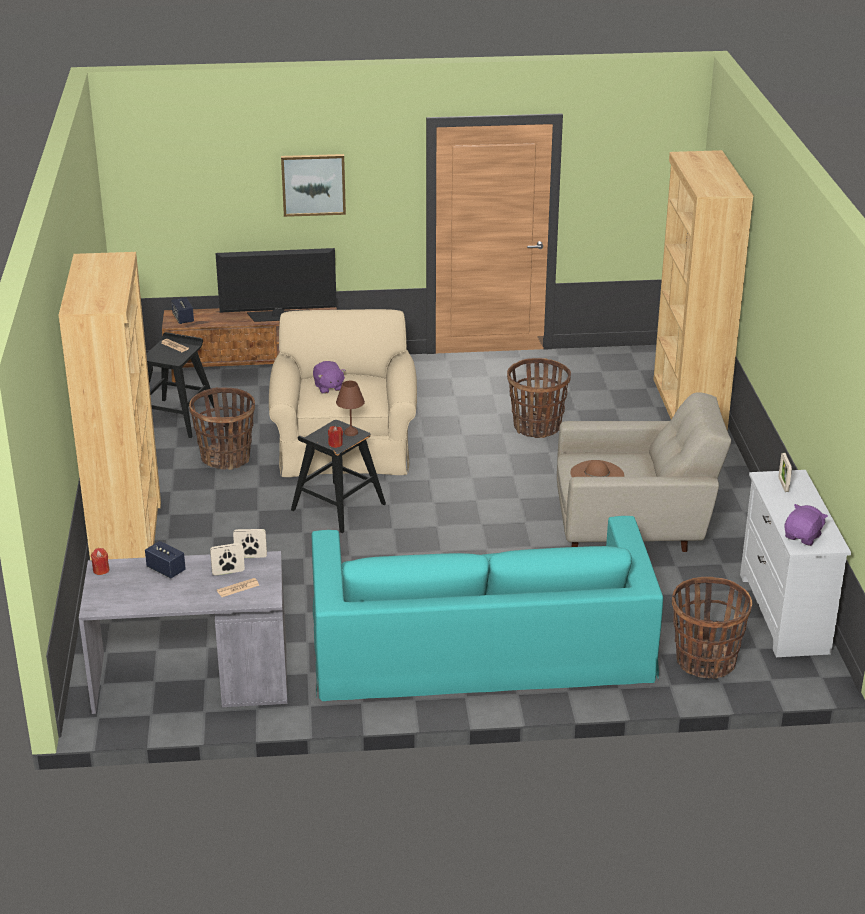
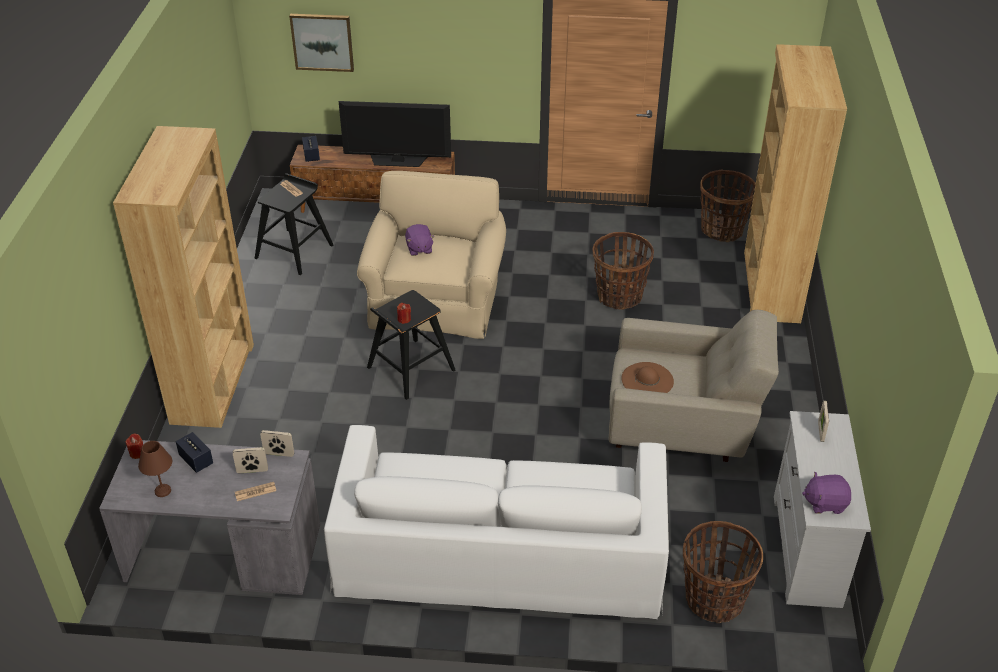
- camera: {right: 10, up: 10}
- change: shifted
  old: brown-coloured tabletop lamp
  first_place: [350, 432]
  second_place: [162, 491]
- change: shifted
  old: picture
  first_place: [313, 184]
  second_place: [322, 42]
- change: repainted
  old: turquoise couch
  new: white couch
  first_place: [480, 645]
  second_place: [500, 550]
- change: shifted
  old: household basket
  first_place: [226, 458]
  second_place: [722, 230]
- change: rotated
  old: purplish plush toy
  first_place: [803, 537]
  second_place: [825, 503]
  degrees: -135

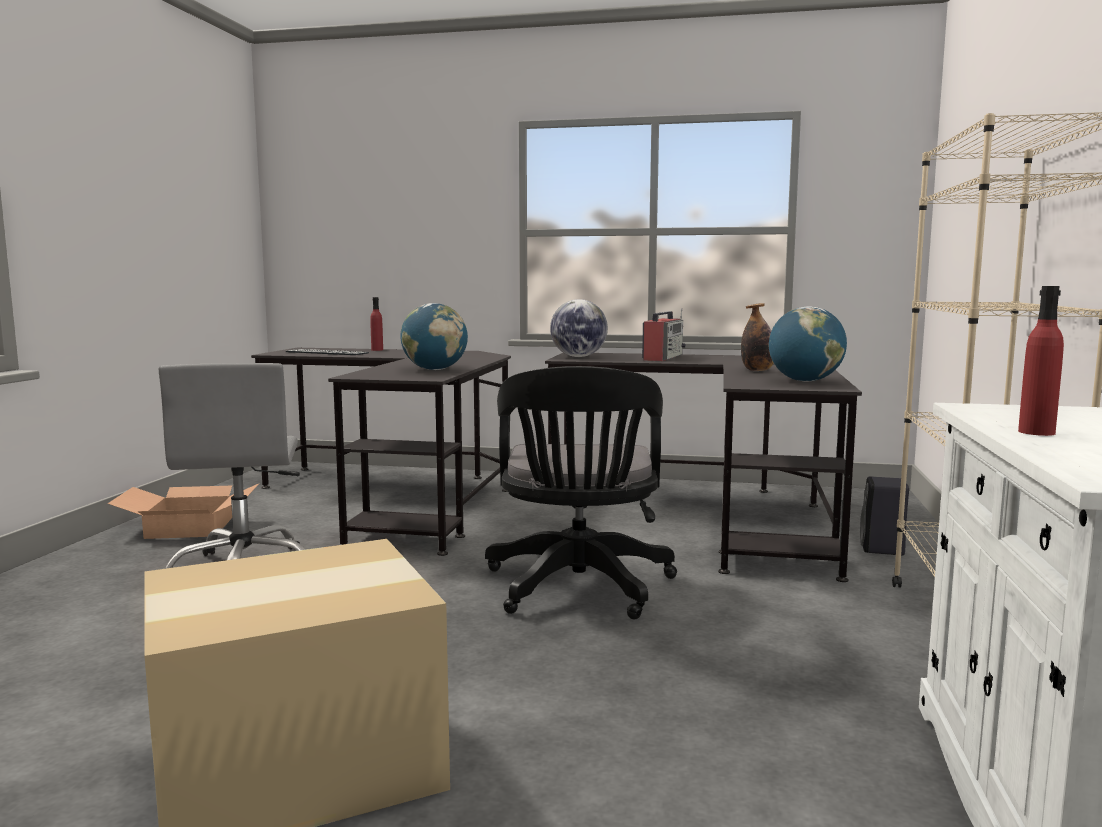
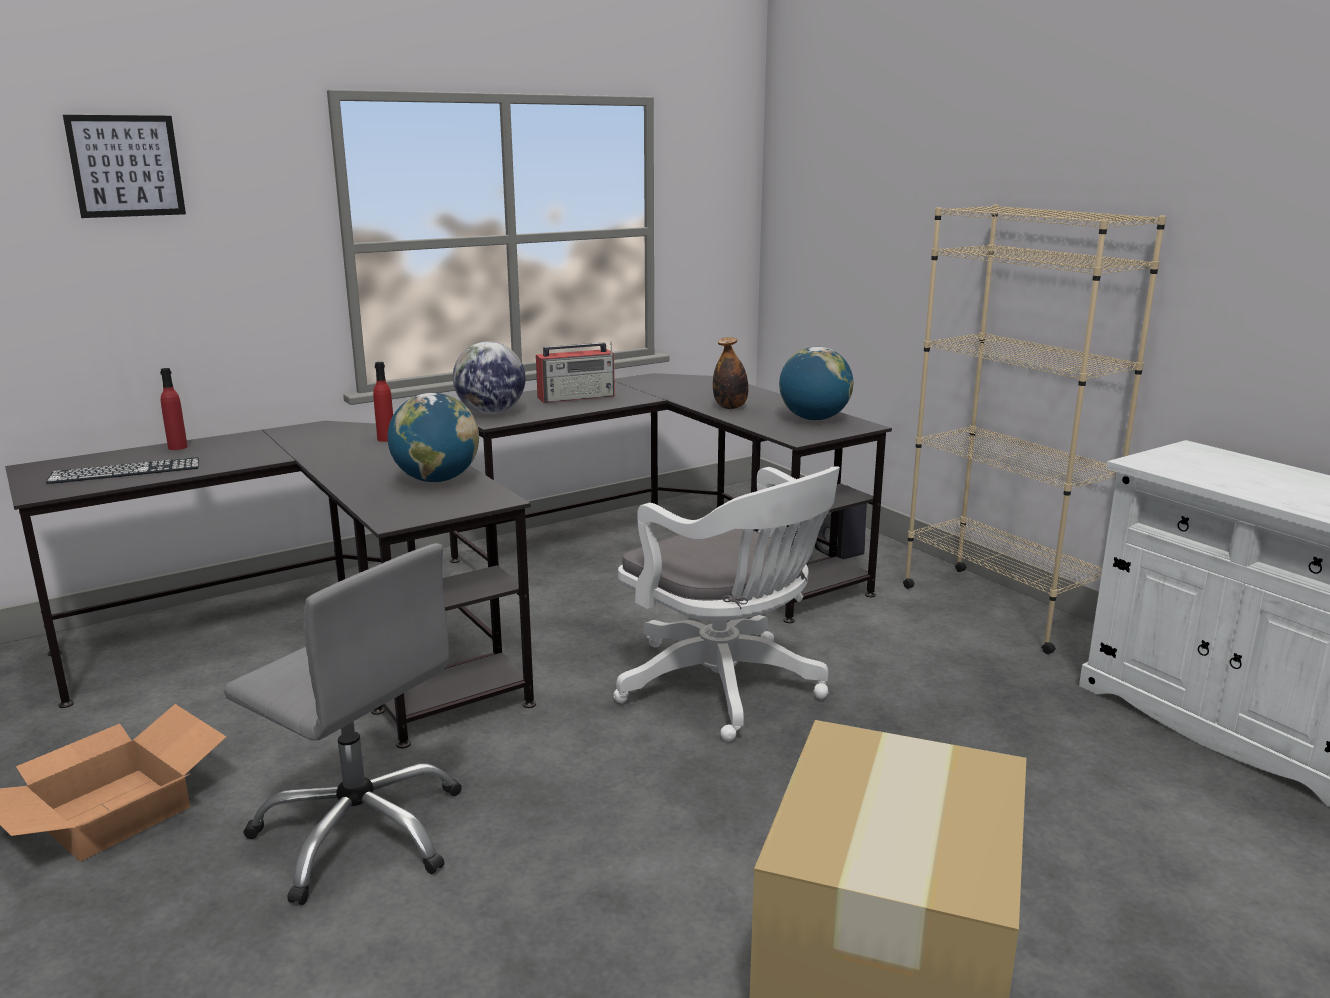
- camera: {right: -45, up: 10}
- change: new
  new: picture
  second_place: [126, 166]
- change: shifted
  old: red-coloured bottle
  first_place: [1036, 432]
  second_place: [386, 439]
- change: rotated
  old: radio set
  first_place: [663, 357]
  second_place: [577, 397]
  degrees: 90
- change: repainted
  old: black-coloured desk chair
  new: white desk chair
  first_place: [578, 589]
  second_place: [727, 688]

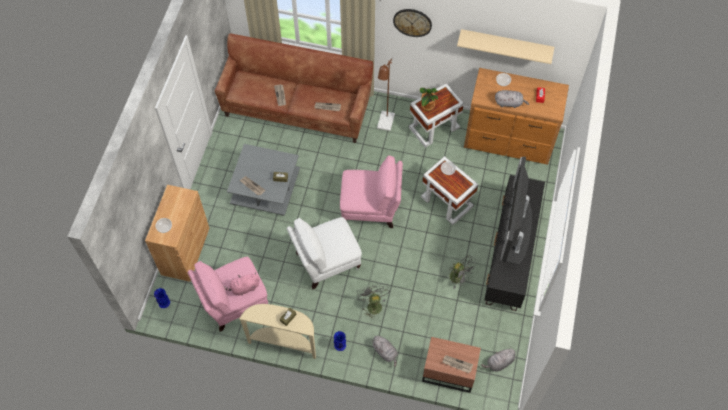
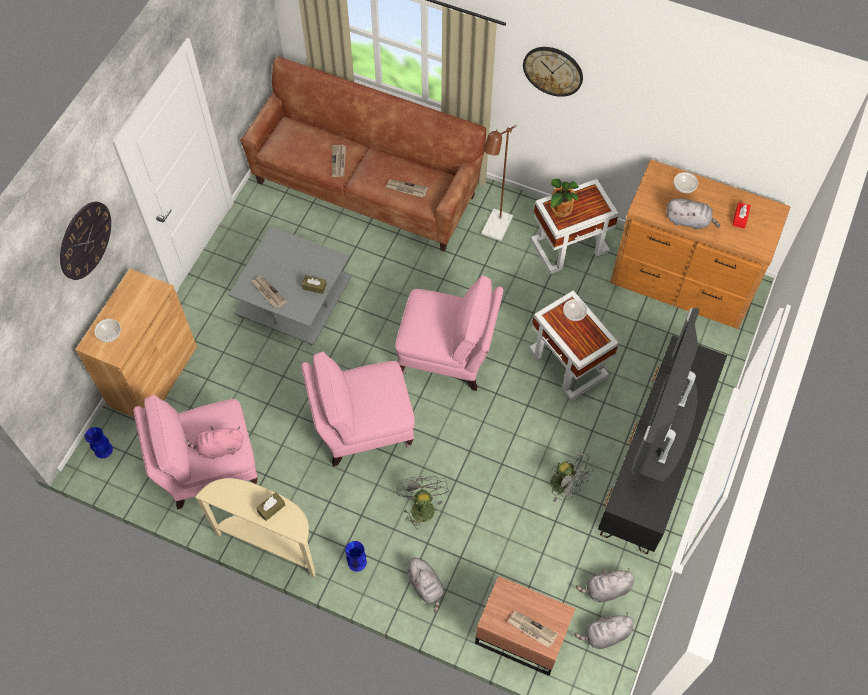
- camera: {right: 10, up: 0}
- change: new
  new: hanging clock
  second_place: [85, 240]
- change: repainted
  old: white easy chair
  new: pink easy chair
  first_place: [326, 261]
  second_place: [362, 426]
- change: new
  new: gray plush toy
  second_place: [606, 589]
- change: gone
  old: beige-coloured shelf
  first_place: [506, 43]

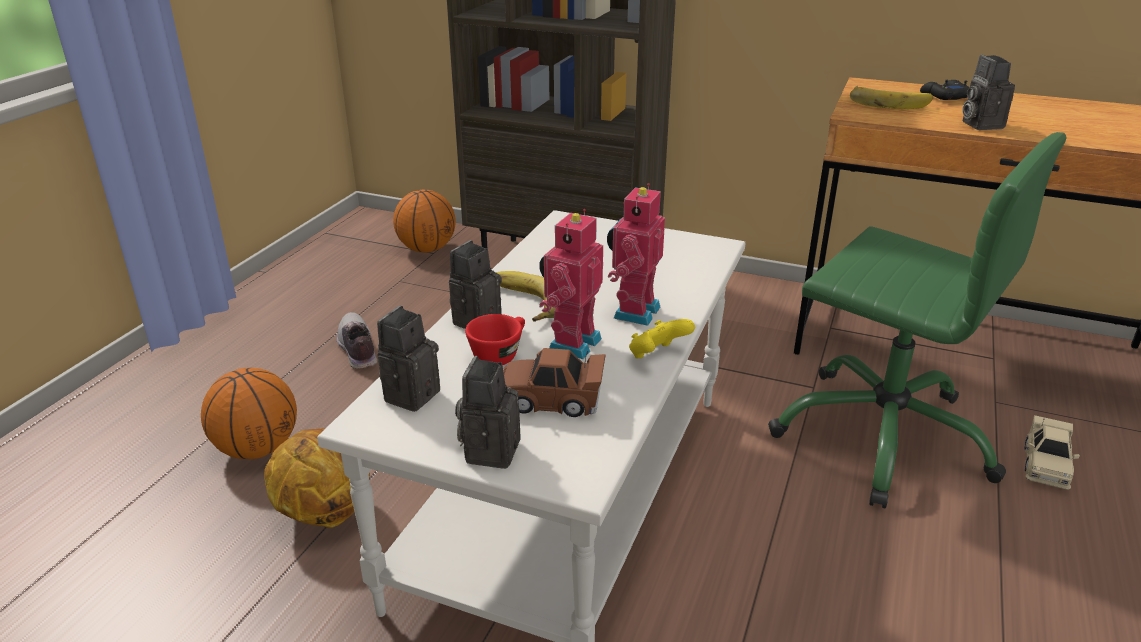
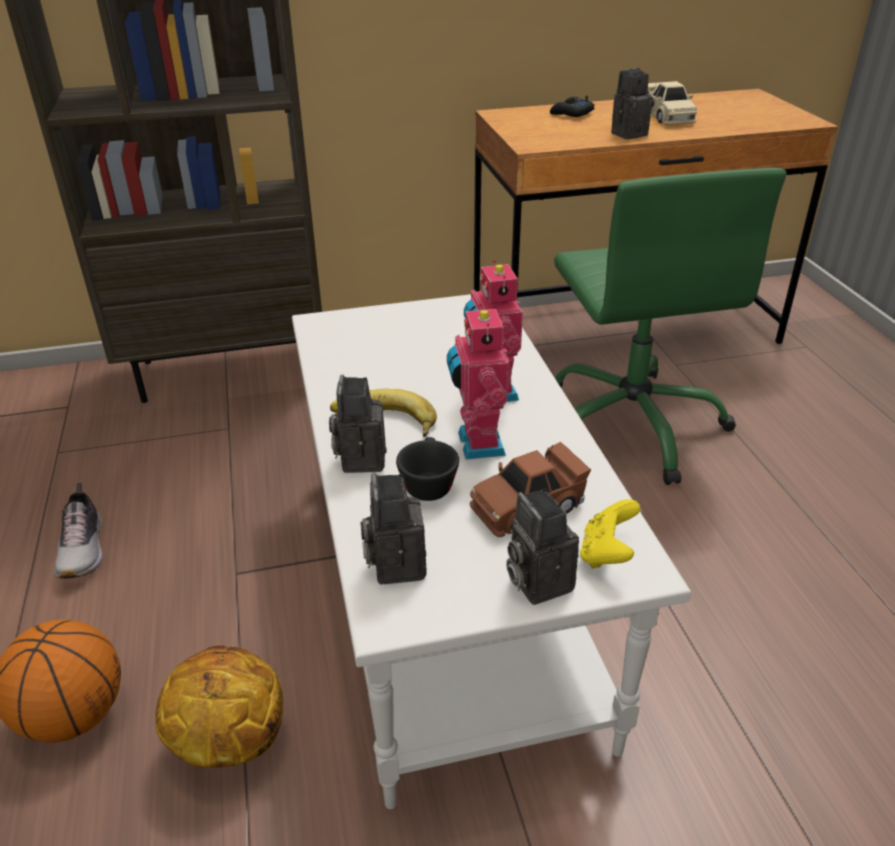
- camera: {right: -35, up: 5}
- change: rotated
  old: low shoe
  first_place: [357, 349]
  second_place: [83, 549]
  degrees: -135
- change: repainted
  old: red-coloured cup
  new: black-coloured cup
  first_place: [500, 354]
  second_place: [427, 483]
- change: rotated
  old: green-coloured desk chair
  first_place: [883, 435]
  second_place: [631, 424]
  degrees: 75
- change: shifted
  old: yellow-coloured game controller
  first_place: [657, 356]
  second_place: [606, 554]
- change: rotated
  old: still camera
  first_place: [979, 124]
  second_place: [629, 133]
  degrees: 105
- change: shifted
  old: beige-coloured model car
  first_place: [1045, 465]
  second_place: [668, 117]
- change: gone
  old: basketball ball
  first_place: [427, 249]
- change: gone
  old: banana fruit
  first_place: [888, 102]

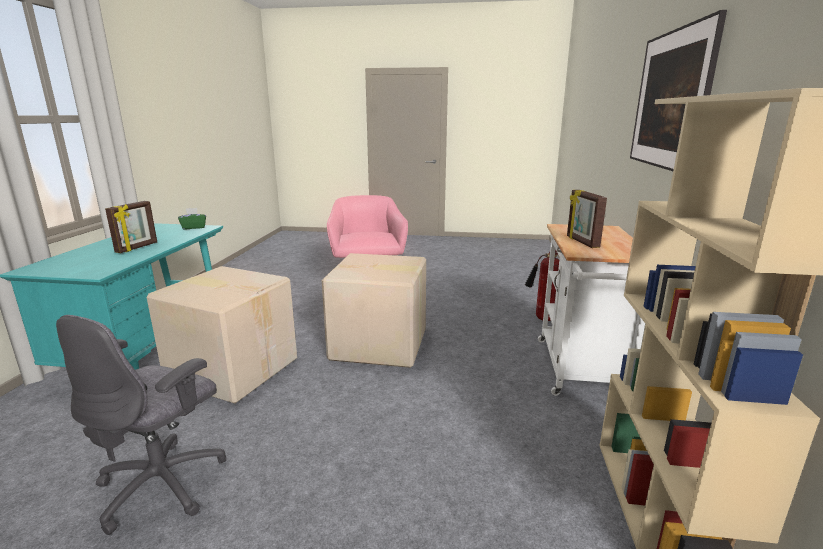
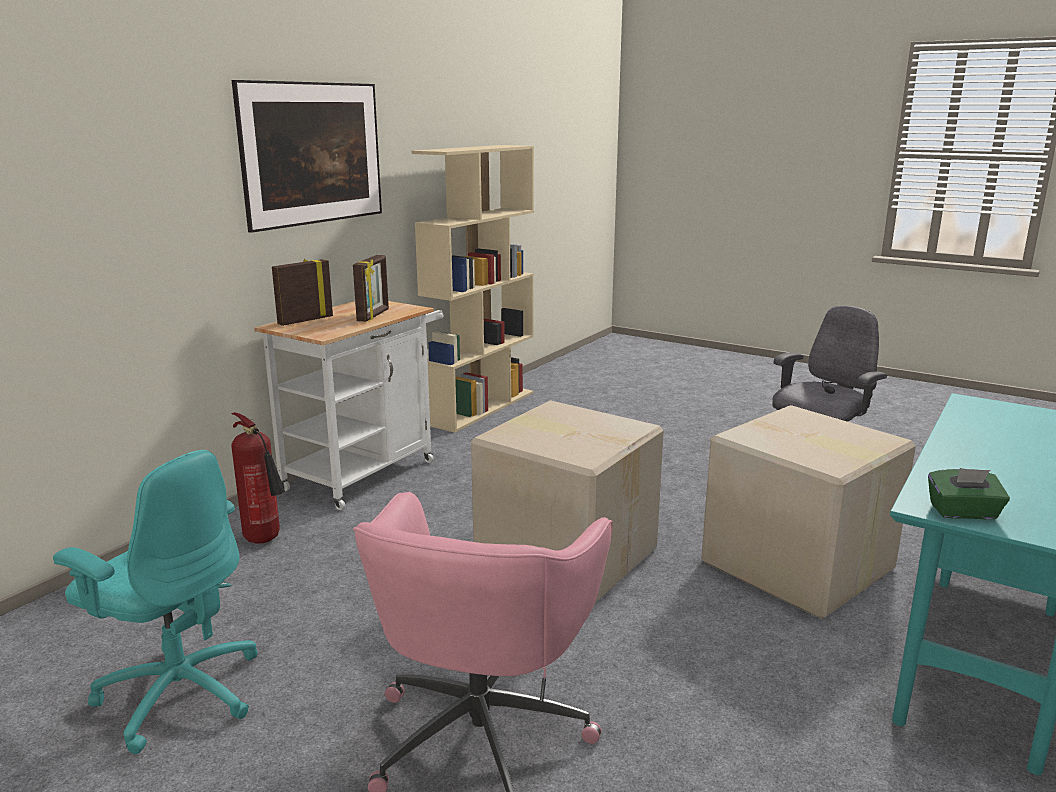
- camera: {right: -155, up: 0}
- change: new
  new: turquoise desk chair
  second_place: [179, 693]
- change: shifted
  old: photo frame
  first_place: [137, 248]
  second_place: [305, 320]

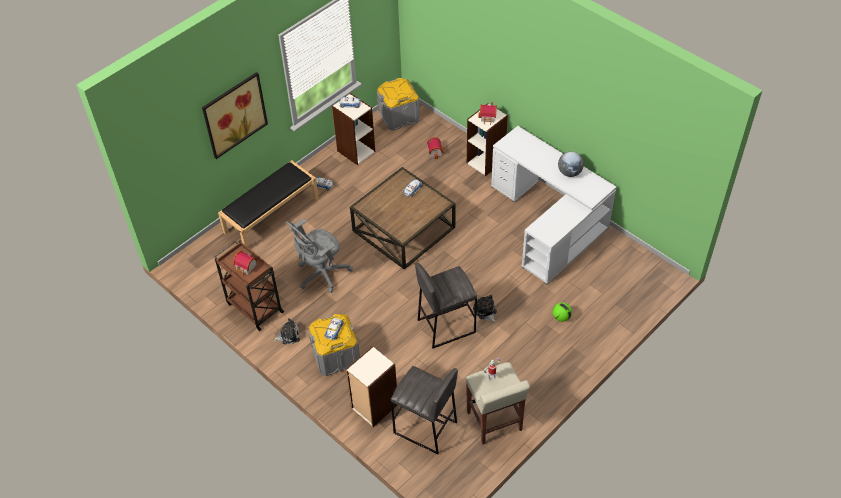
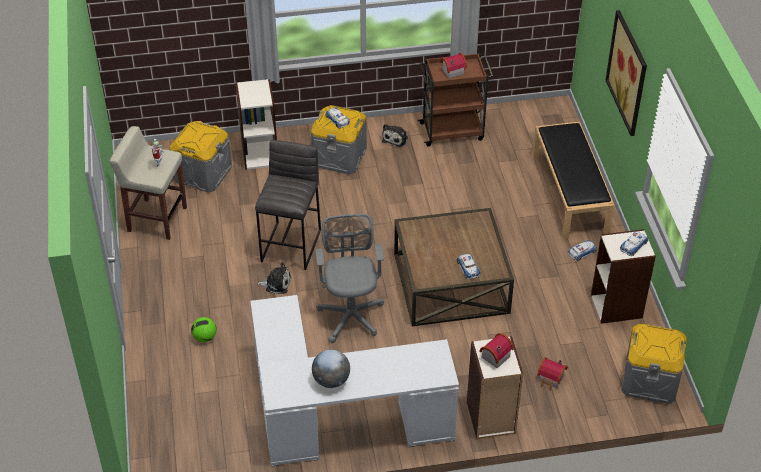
- camera: {right: 125, up: -5}
- change: swapped
  old: gray sitting stool
  new: gray storage bin
  first_place: [425, 428]
  second_place: [202, 174]
- change: shifted
  old: gray desk chair
  first_place: [321, 274]
  second_place: [351, 314]

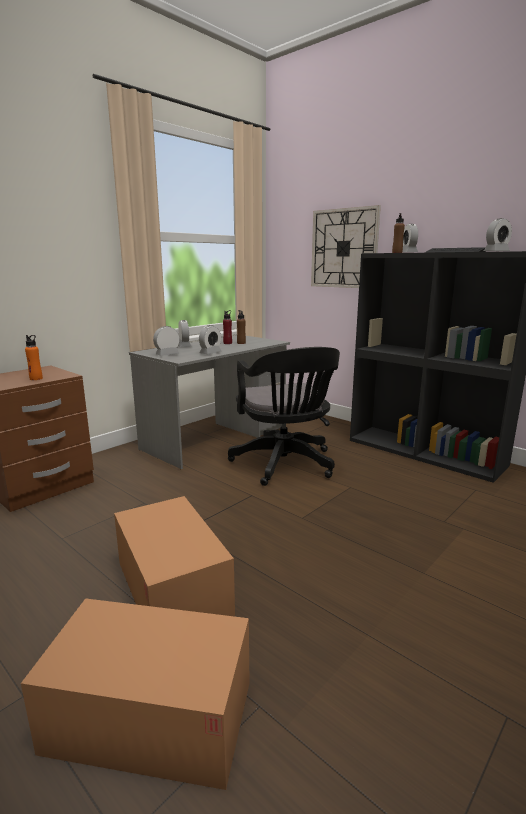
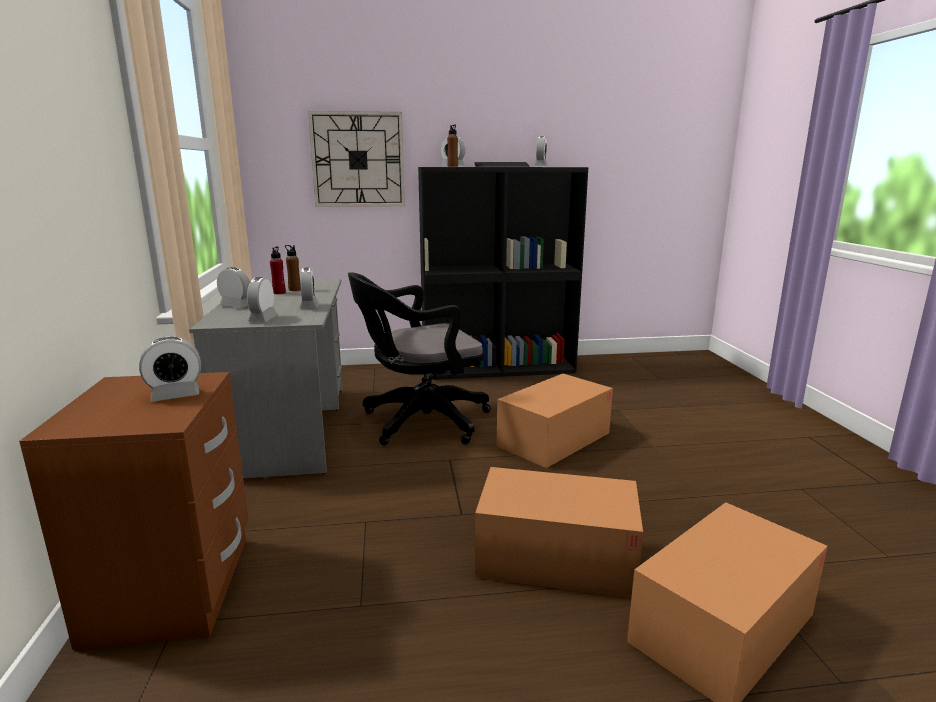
- camera: {right: -50, up: 0}
- change: swapped
  old: orange-coloured bottle
  new: bedside clock
  first_place: [36, 378]
  second_place: [175, 395]
- change: rotated
  old: black-coloured desk chair
  first_place: [285, 465]
  second_place: [420, 422]
  degrees: 135
- change: new
  new: packing box
  second_place: [554, 439]

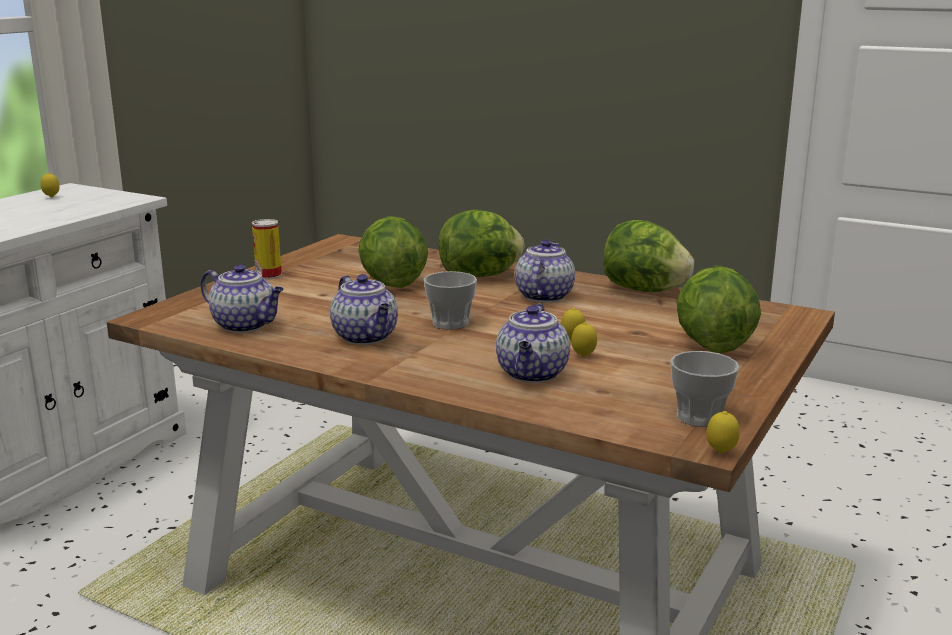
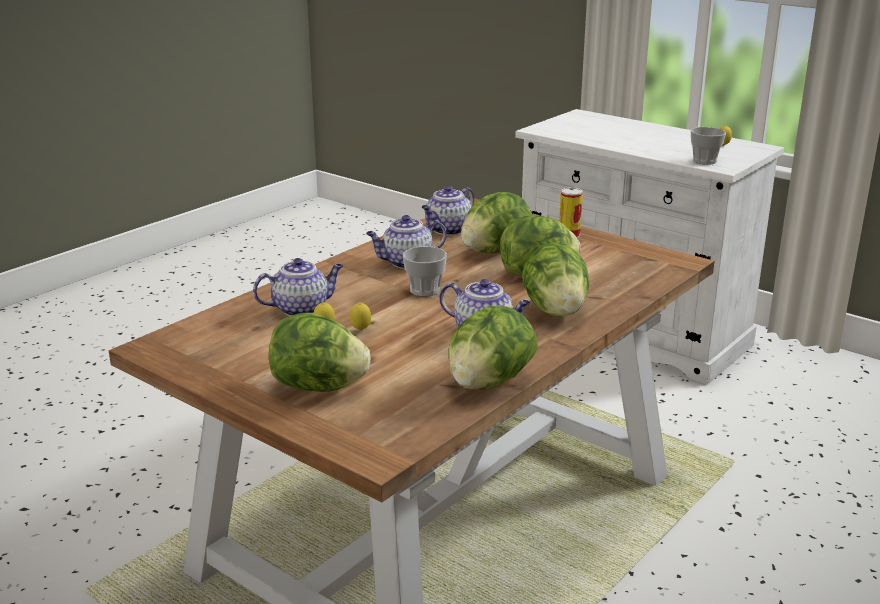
- camera: {right: 100, up: 5}
- change: rotated
  old: teapot
  first_place: [533, 374]
  second_place: [301, 309]
  degrees: 135
- change: new
  new: lettuce
  second_place: [495, 251]
- change: shifted
  old: cup
  first_place: [699, 417]
  second_place: [704, 161]
- change: gone
  old: whole lemon
  first_place: [721, 453]

